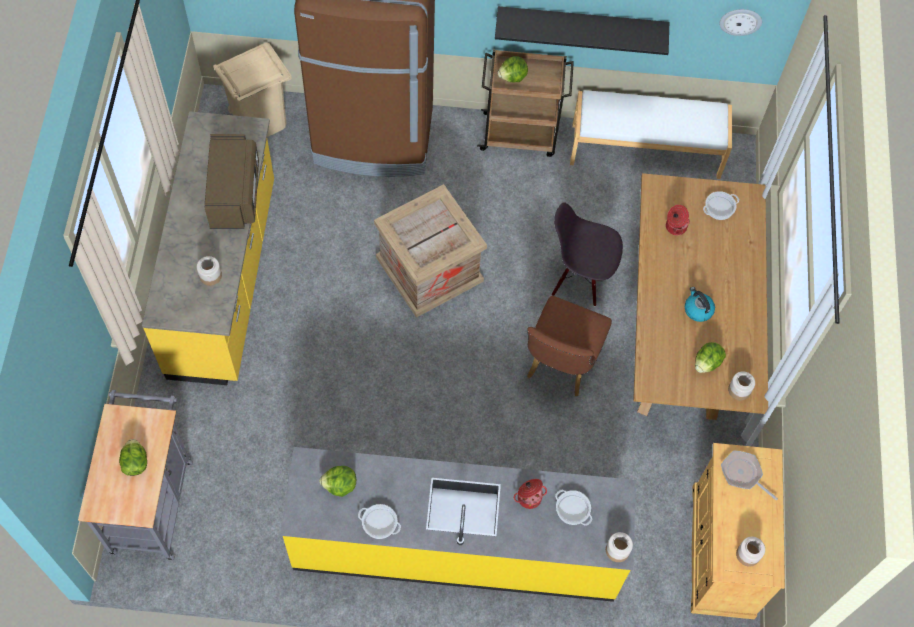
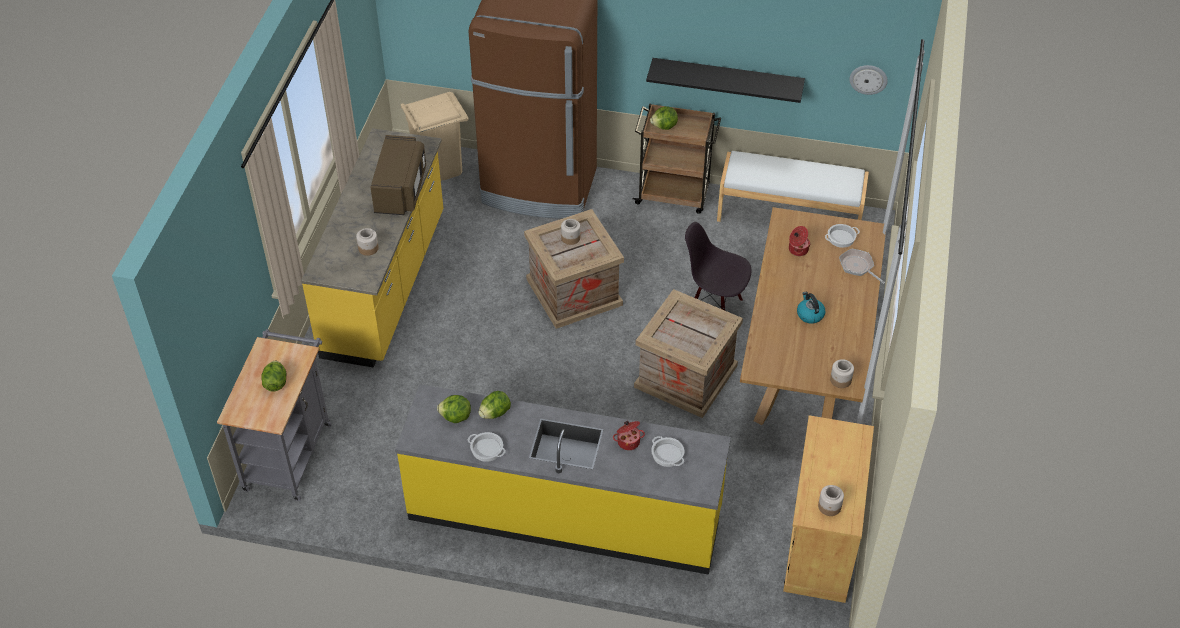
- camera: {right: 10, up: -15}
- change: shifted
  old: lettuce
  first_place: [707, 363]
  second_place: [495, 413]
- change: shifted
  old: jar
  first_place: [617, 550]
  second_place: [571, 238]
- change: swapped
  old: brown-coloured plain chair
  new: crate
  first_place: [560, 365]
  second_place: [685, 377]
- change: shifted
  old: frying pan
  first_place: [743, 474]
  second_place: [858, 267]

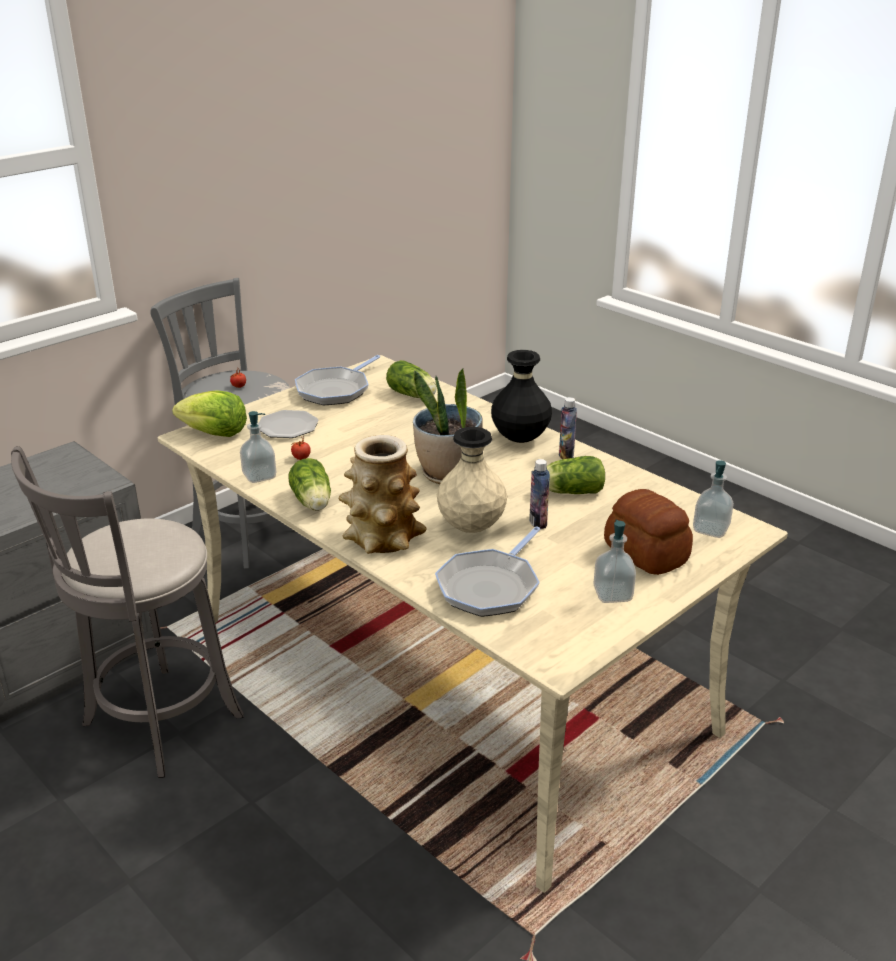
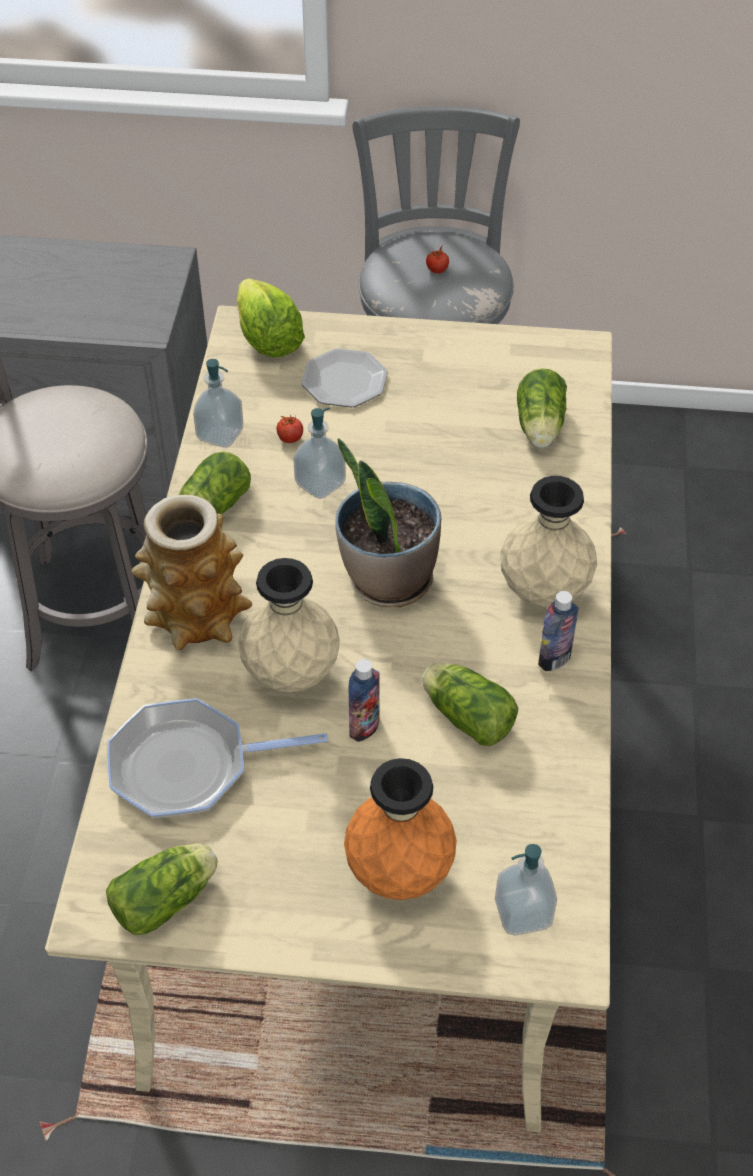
- camera: {right: 50, up: 20}
- change: new
  new: lettuce
  second_place: [168, 898]
- change: shifted
  old: liquid soap bottle
  first_place: [612, 594]
  second_place: [320, 483]
- change: swapped
  old: bread
  new: orange-coloured flower vase
  first_place: [646, 552]
  second_place: [399, 872]
- change: repainted
  old: black-coloured flower vase
  new: beige-coloured flower vase
  first_place: [520, 439]
  second_place: [544, 592]
- change: gone
  old: frying pan
  first_place: [335, 390]

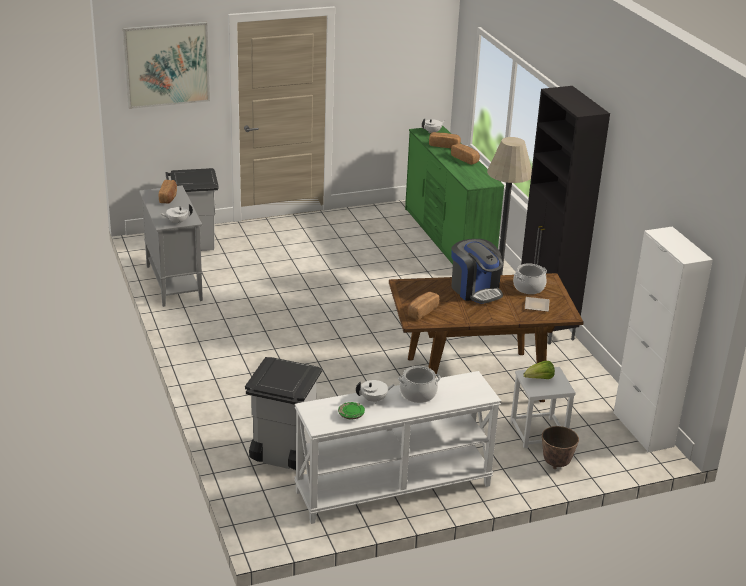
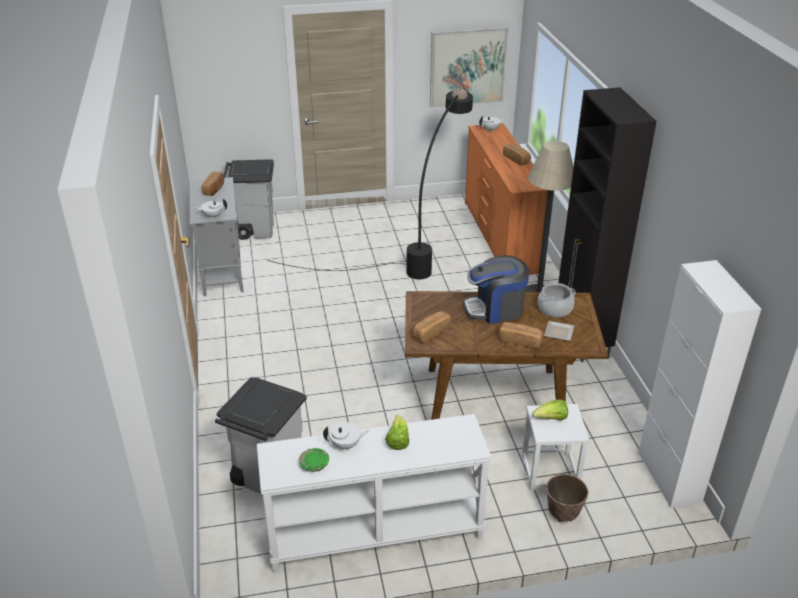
- camera: {right: 10, up: 5}
- change: new
  new: black-coloured standing lamp
  second_place: [417, 254]
- change: swapped
  old: stockpot
  new: lettuce
  first_place: [418, 394]
  second_place: [397, 441]
- change: shifted
  old: picture
  first_place: [167, 64]
  second_place: [467, 67]
- change: rotated
  old: coffee machine
  first_place: [475, 290]
  second_place: [495, 309]
  degrees: 105
- change: repainted
  old: green-coloured chest of drawers
  new: orange-coloured chest of drawers
  first_place: [447, 239]
  second_place: [499, 237]
- change: shifted
  old: bread
  first_place: [444, 145]
  second_place: [520, 341]

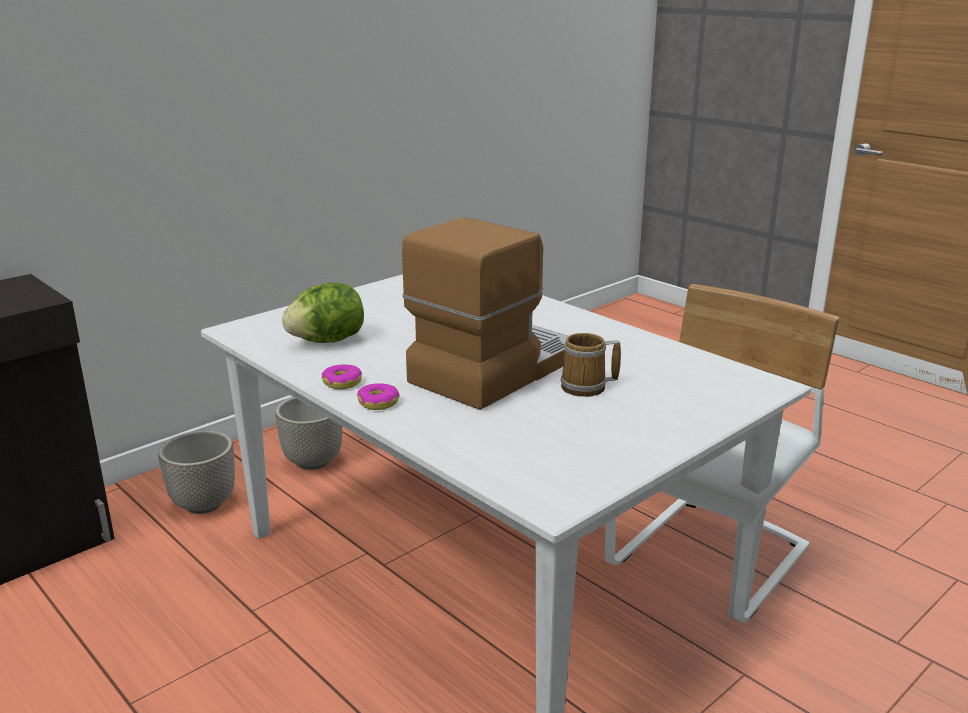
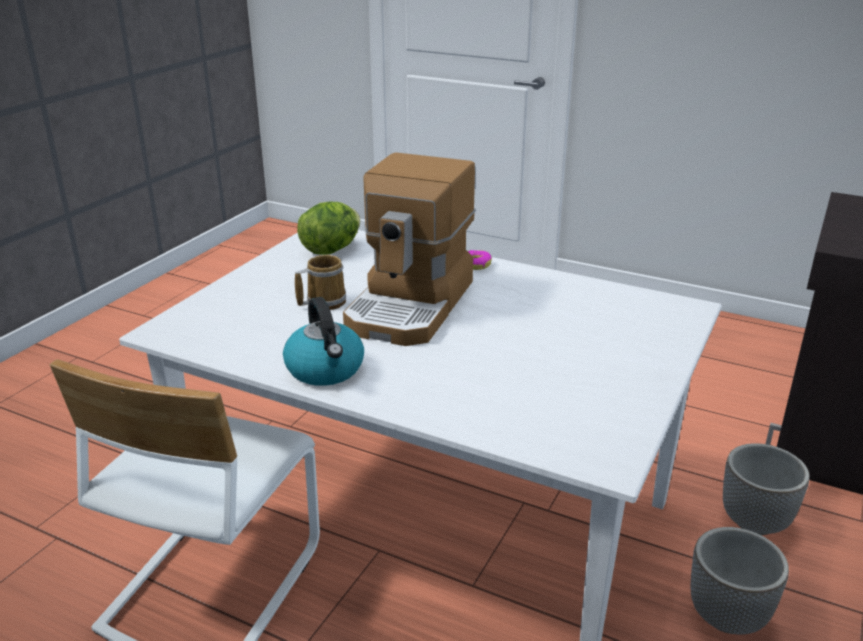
- camera: {right: 160, up: 5}
- change: new
  new: kettle
  second_place: [326, 369]
- change: shifted
  old: lettuce
  first_place: [327, 341]
  second_place: [331, 250]
- change: gone
  old: donut
  first_place: [342, 383]

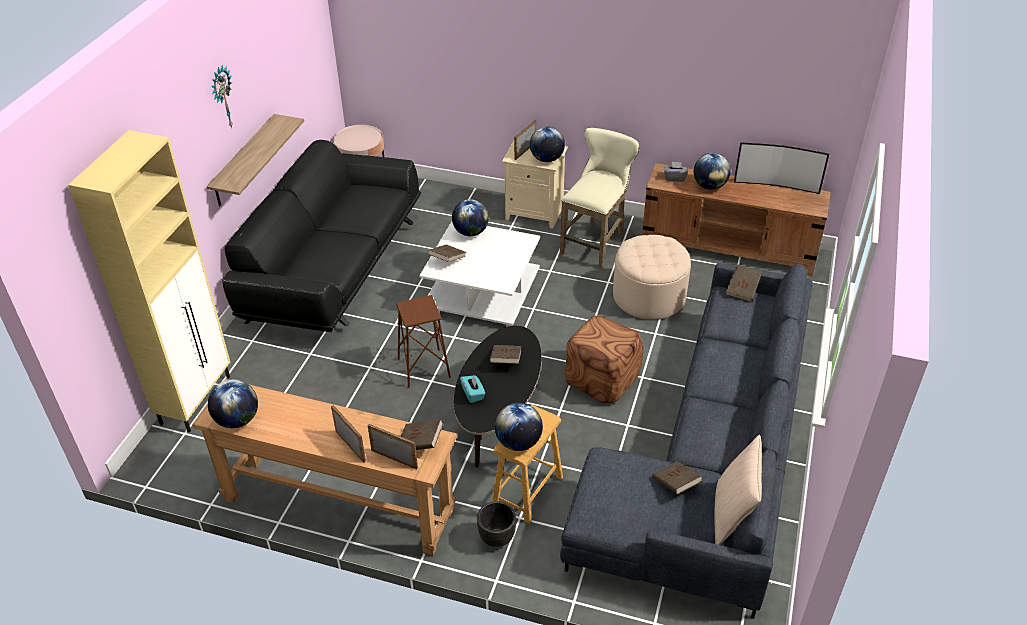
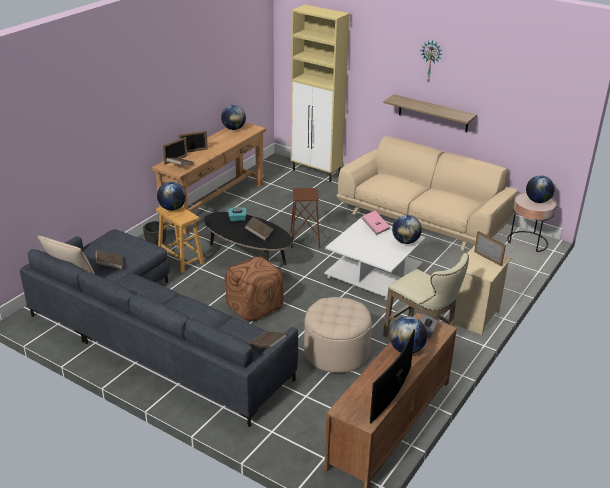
- camera: {right: 105, up: -10}
- change: repainted
  old: black-coloured couch
  new: beige-coloured couch
  first_place: [333, 267]
  second_place: [423, 220]
- change: repainted
  old: brown-coloured volume
  new: pink volume
  first_place: [447, 259]
  second_place: [375, 228]
- change: shifted
  old: world globe
  first_place: [547, 159]
  second_place: [537, 201]

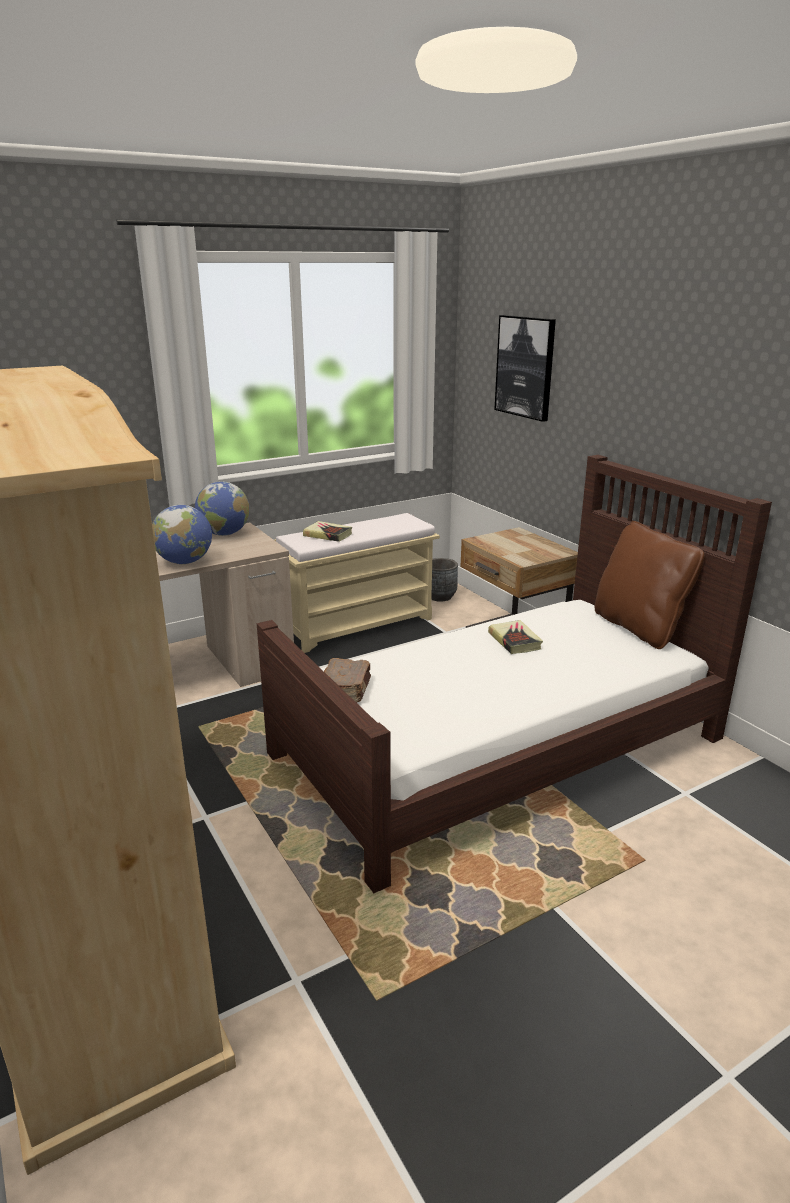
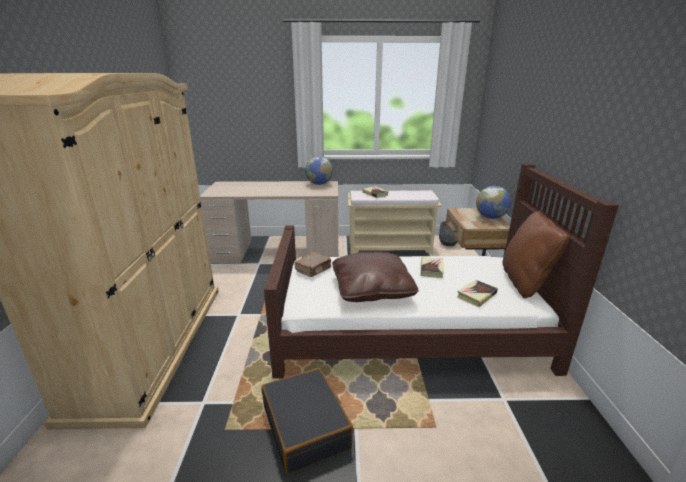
- camera: {right: 30, up: 0}
- change: new
  new: black-coloured travel case
  second_place: [306, 426]
- change: new
  new: brown-coloured cushion
  second_place: [372, 289]
- change: new
  new: volume
  second_place: [476, 295]
- change: shifted
  old: world globe
  first_place: [184, 562]
  second_place: [490, 217]
- change: gone
  old: picture
  first_place: [525, 367]

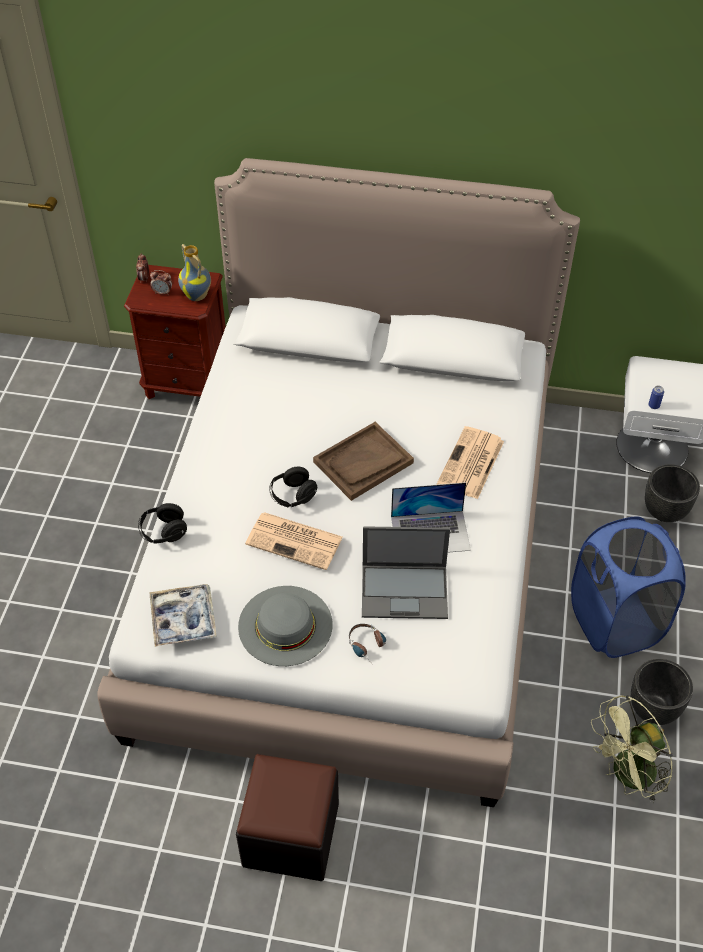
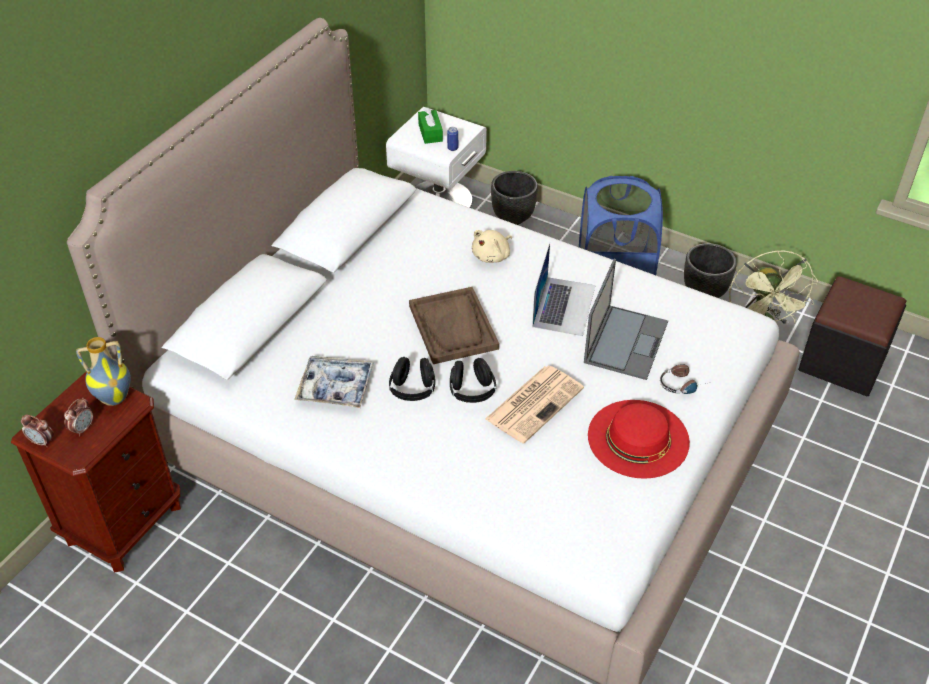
- camera: {right: -70, up: -5}
- change: shifted
  old: serving tray
  first_place: [183, 619]
  second_place: [335, 387]
- change: shifted
  old: black-coloured headphones
  first_place: [163, 532]
  second_place: [413, 390]
- change: new
  new: green-coloured tissue box
  second_place: [430, 133]
- change: swapped
  old: printed paper
  new: beige-coloured plush toy
  first_place: [471, 464]
  second_place: [492, 256]
- change: repainted
  old: gray clothing hat
  new: red-coloured clothing hat
  first_place: [285, 625]
  second_place: [638, 438]
- change: shifted
  old: black-coloured pouffe
  first_place: [291, 834]
  second_place: [843, 362]

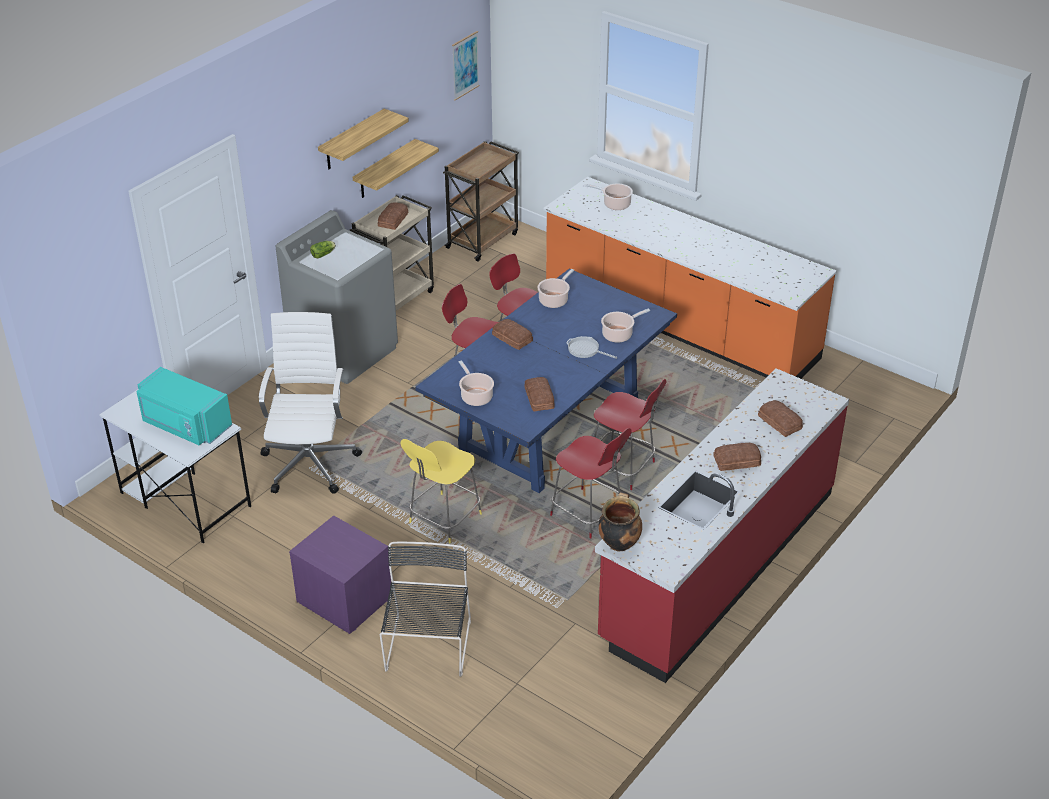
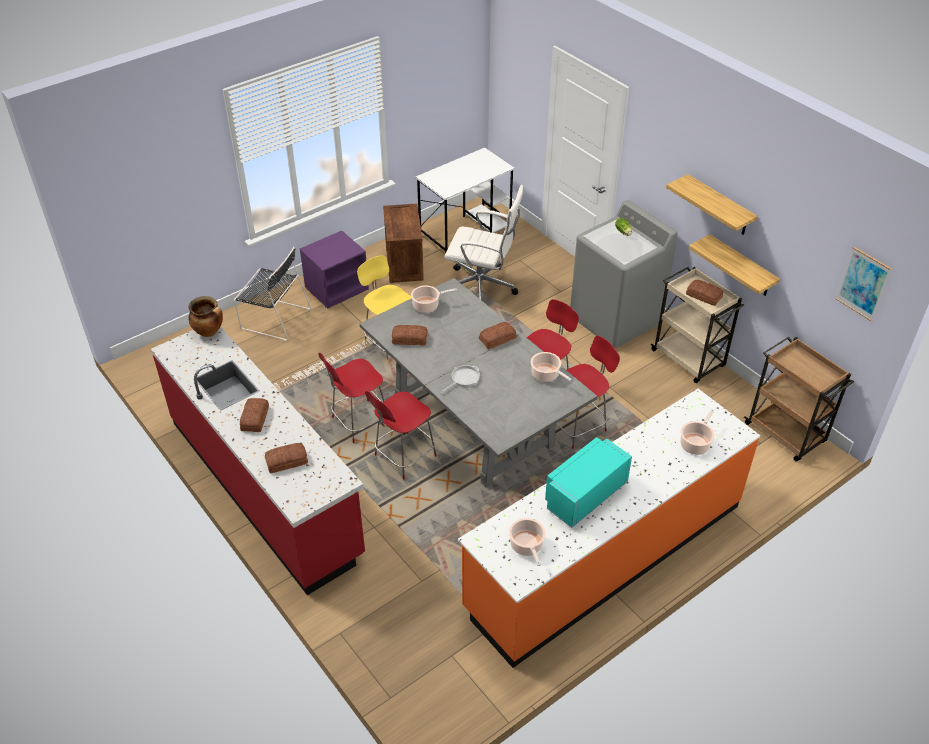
- camera: {right: 105, up: 5}
- change: repainted
  old: bluish dining table
  new: gray dining table
  first_place: [549, 429]
  second_place: [472, 421]
- change: new
  new: crate
  second_place: [403, 264]
- change: shifted
  old: stockpot
  first_place: [619, 334]
  second_place: [527, 546]
- change: shifted
  old: turquoise microwave
  first_place: [185, 425]
  second_place: [584, 494]

